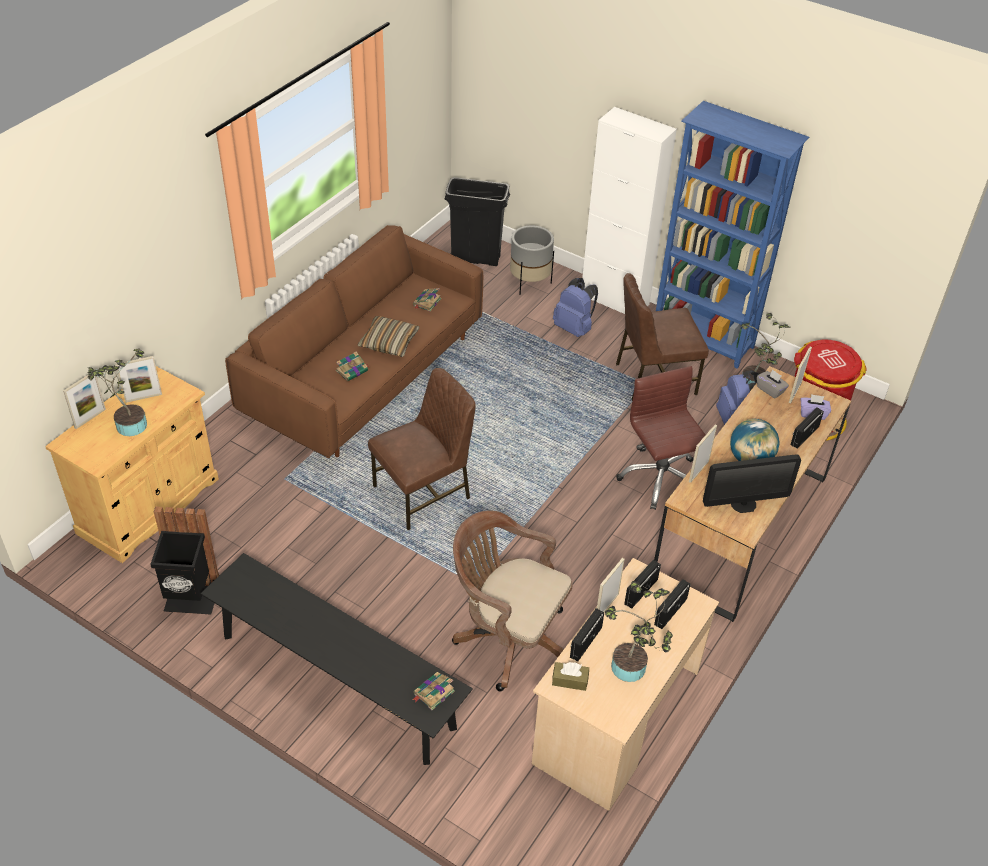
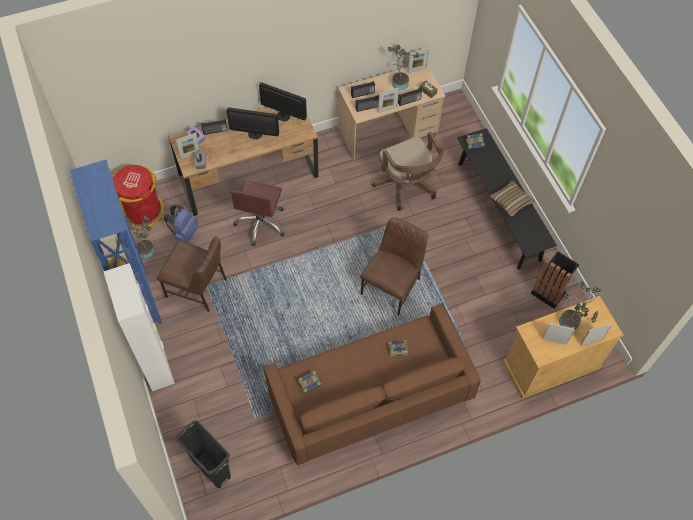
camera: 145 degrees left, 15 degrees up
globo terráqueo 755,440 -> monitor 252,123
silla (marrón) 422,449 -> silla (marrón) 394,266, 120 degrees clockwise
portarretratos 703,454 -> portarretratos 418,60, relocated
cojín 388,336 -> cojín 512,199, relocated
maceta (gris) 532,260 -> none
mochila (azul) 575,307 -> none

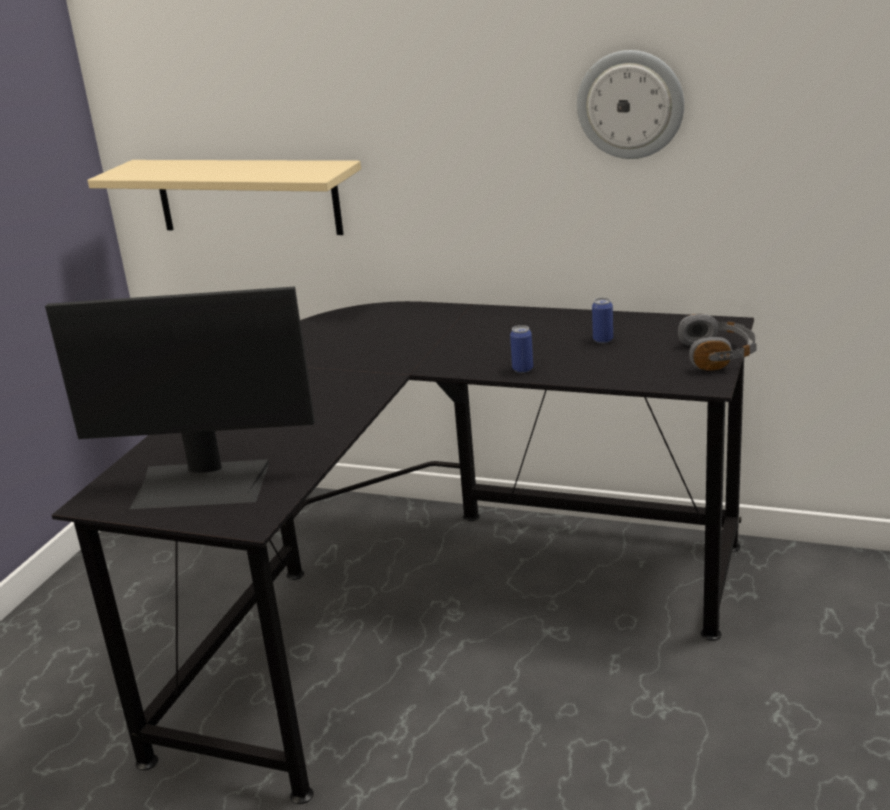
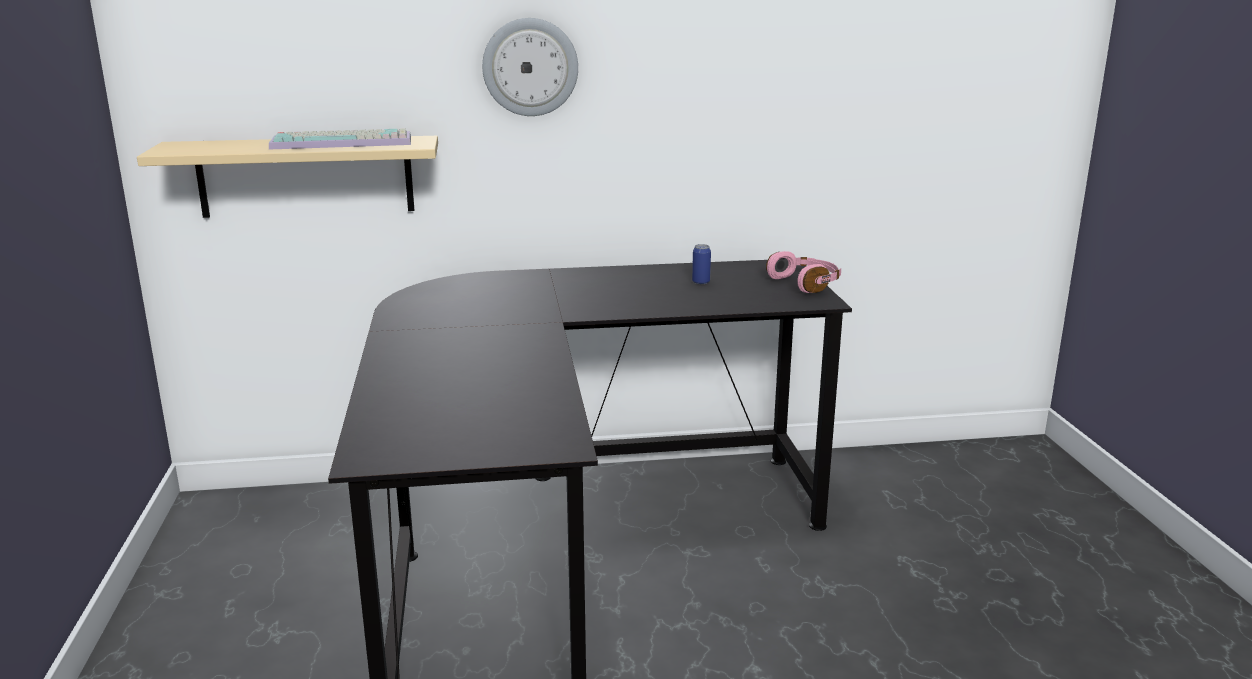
camera: 30 degrees left, 5 degrees down
none -> teclado 340,139
reloj de pared 630,104 -> reloj de pared 530,67, relocated
auriculares (gris) 717,342 -> auriculares (rosa) 803,272
monitor 180,398 -> none
lata 521,349 -> none

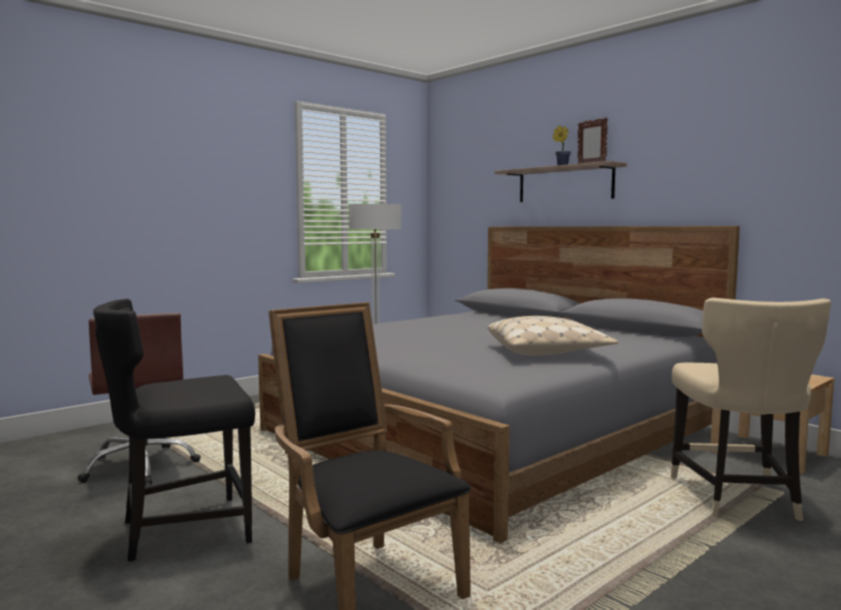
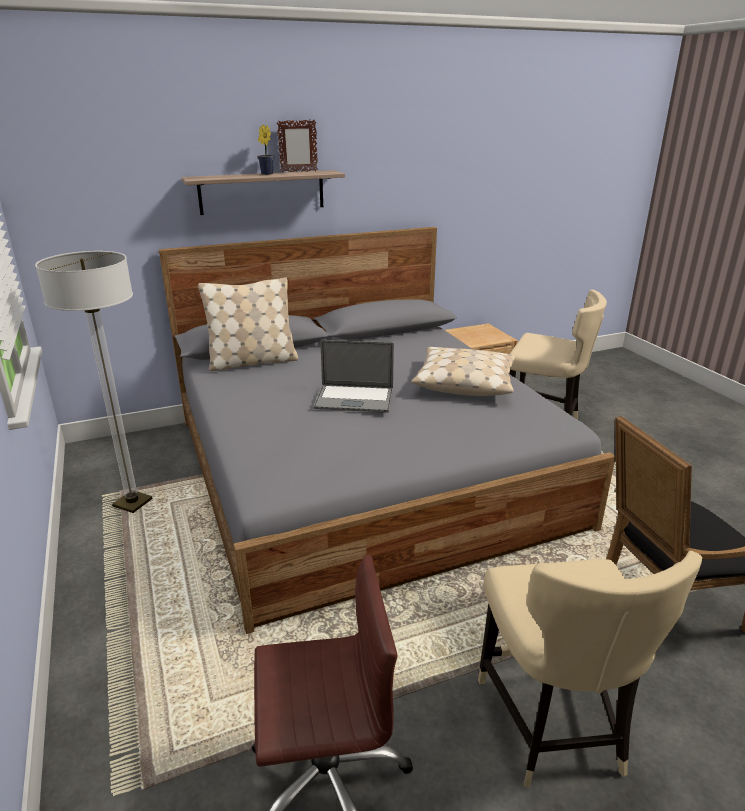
camera: 70 degrees left, 20 degrees up
none -> cojín (beis) 248,324
none -> portátil 353,376
silla (negro) 174,430 -> silla (beis) 590,669

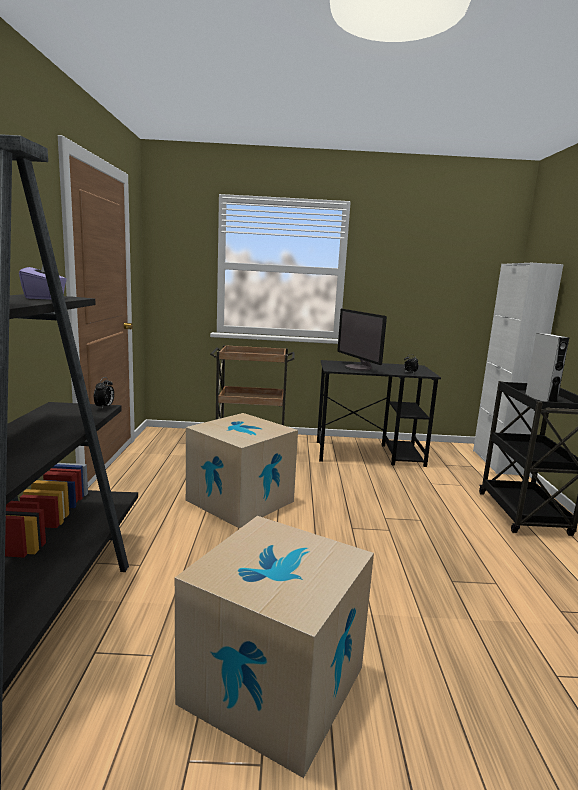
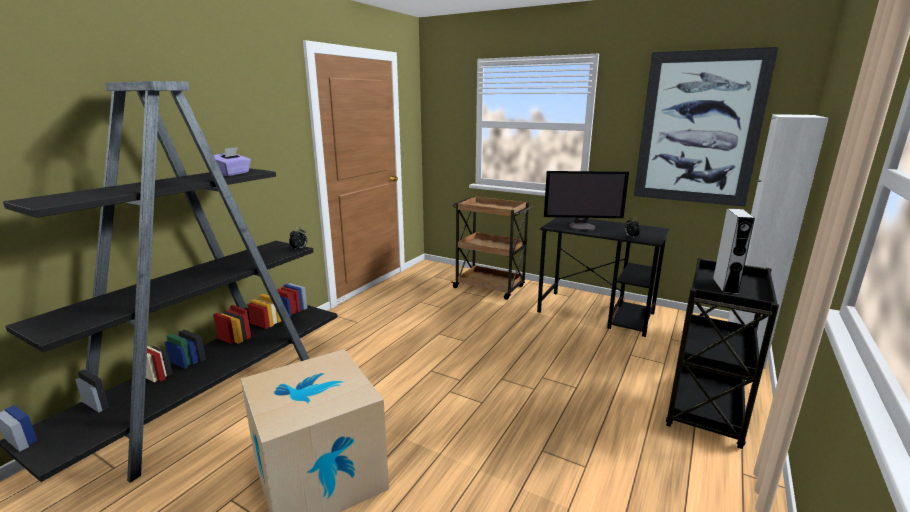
camera: 30 degrees right, 5 degrees up
monitor 362,340 -> monitor 586,201, 90 degrees counterclockwise
none -> cuadro 706,127
caja de cartón 242,470 -> none

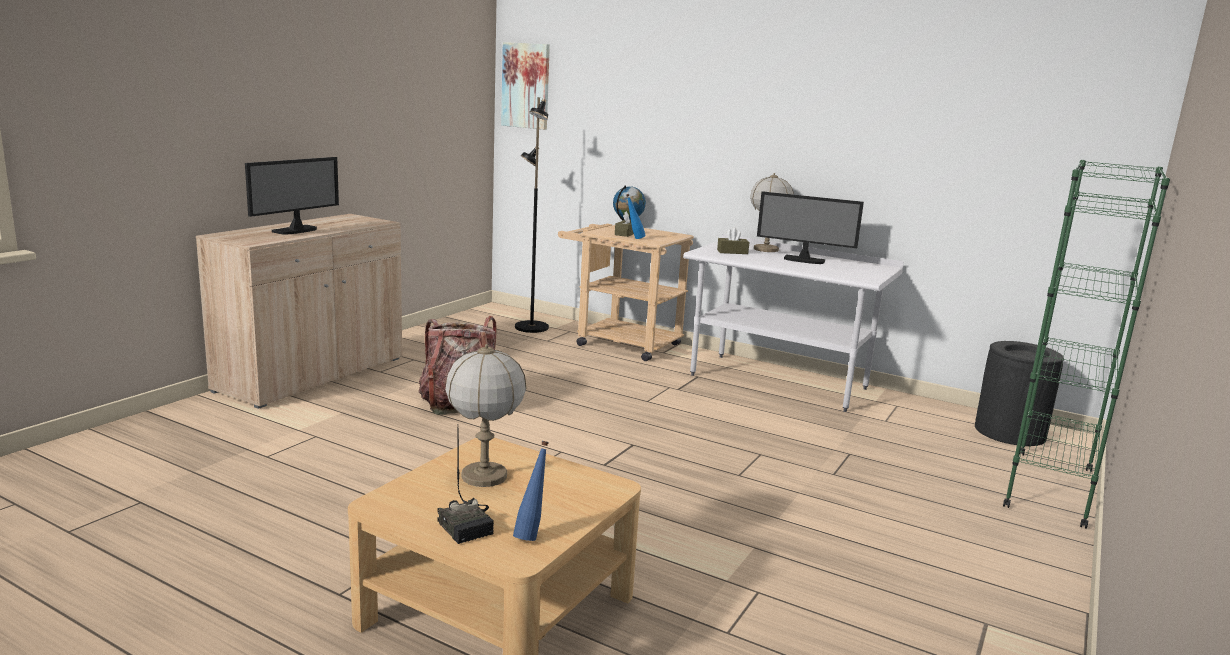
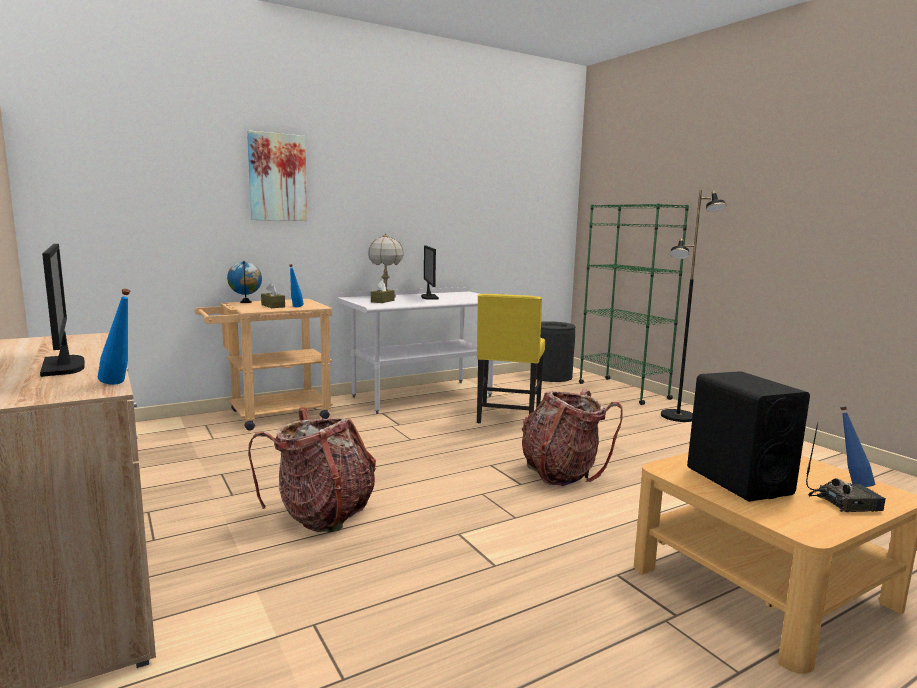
camera: 60 degrees left, 5 degrees down
none -> botella (azul) 114,337
cuadro 525,86 -> cuadro 277,175, relocated
monitor 810,227 -> monitor 430,272, 120 degrees clockwise
none -> silla (amarillo) 511,359
none -> mochila 572,437
lámpara de pie (negro) 532,215 -> lámpara de pie (negro) 694,306, relocated
lámpara de mesa 485,415 -> altavoz (negro) 748,436

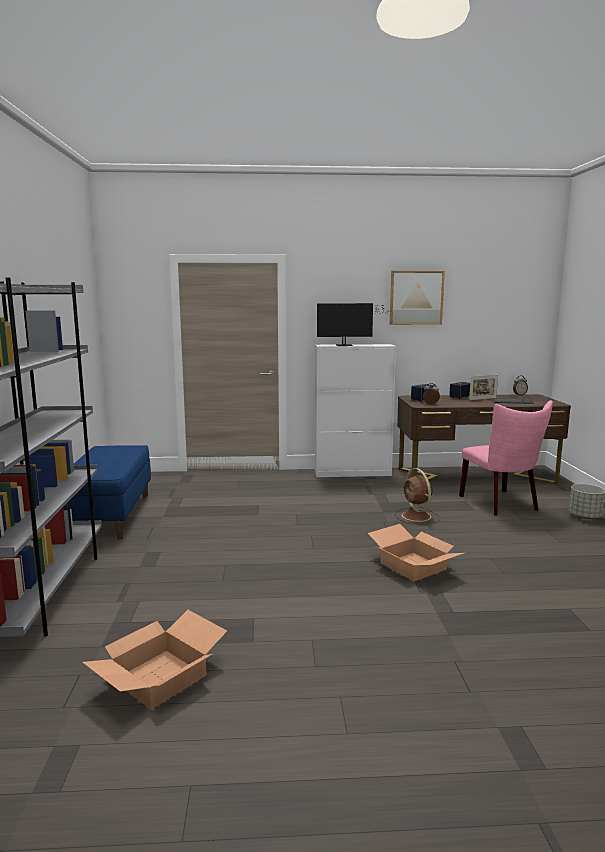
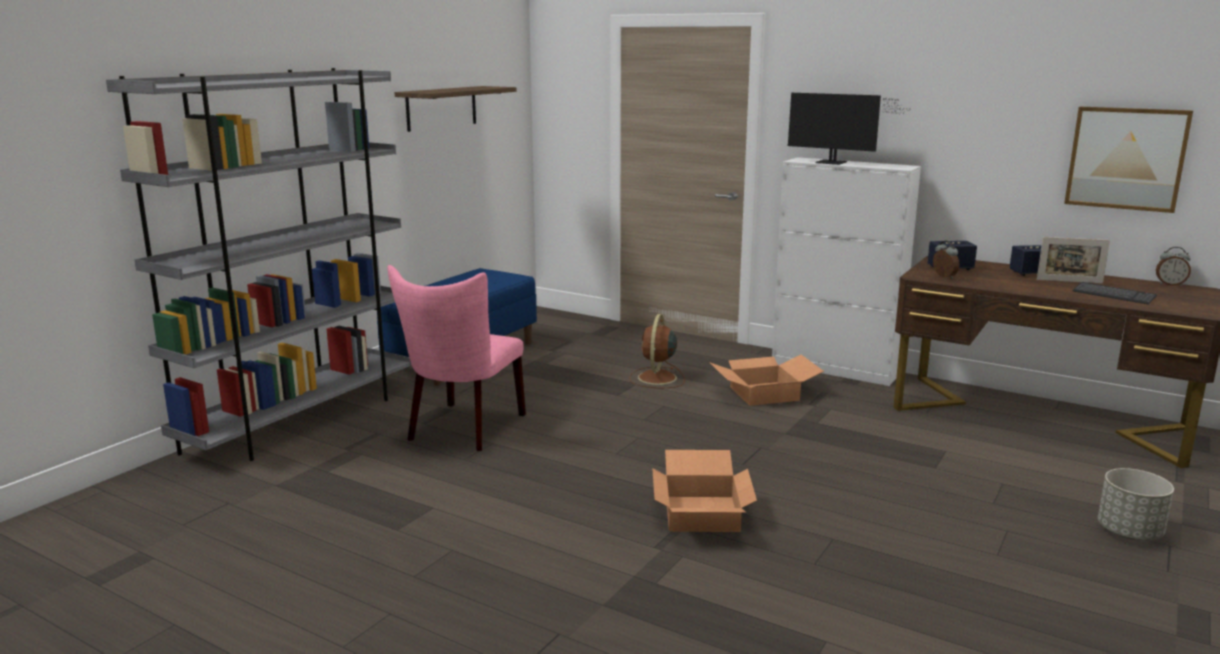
camera: 35 degrees right, 5 degrees up
silla (rosa) 506,458 -> silla (rosa) 457,358, relocated
none -> estante 456,109
ventilador (marrón) 417,496 -> ventilador (marrón) 657,351, relocated
caja de cartón 154,659 -> caja de cartón 766,380, relocated
cuadro 417,298 -> cuadro 1128,160, relocated

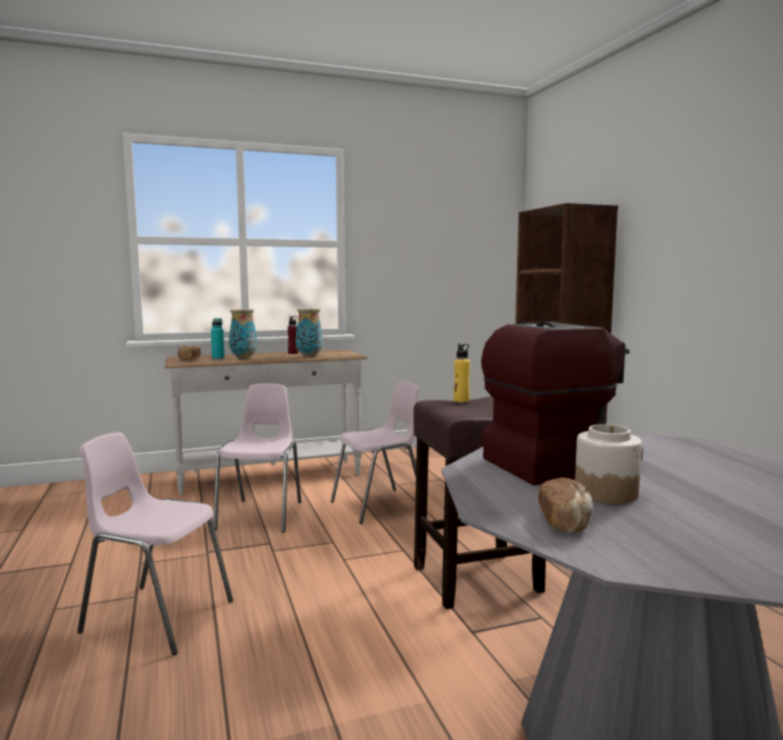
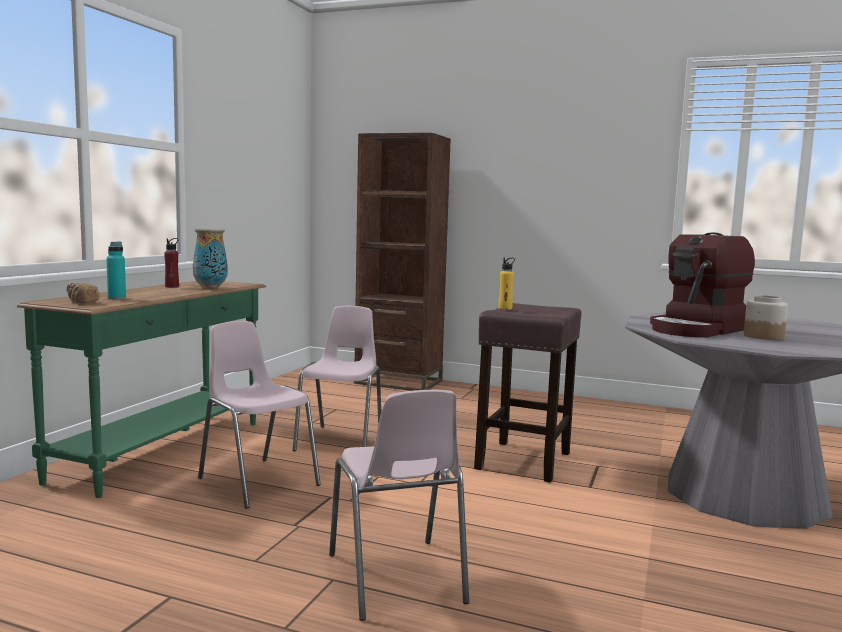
camera: 50 degrees left, 0 degrees up
mesa consola (blanco) 266,422 -> mesa consola (verde) 141,389
silla (rosa) 155,543 -> silla (rosa) 399,505, 75 degrees counterclockwise
cafetera 562,403 -> cafetera 702,285, 150 degrees counterclockwise
florero 243,334 -> none
pan 565,505 -> none

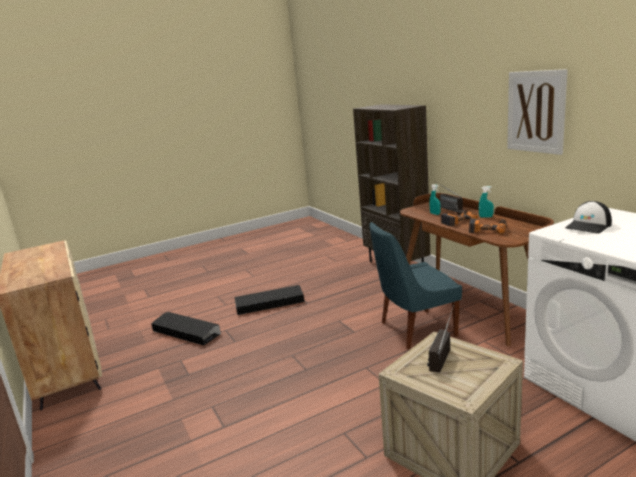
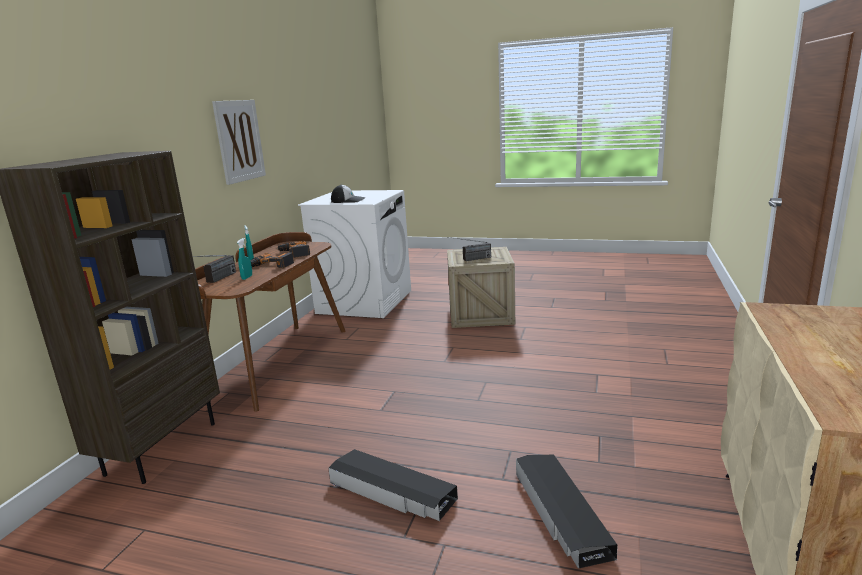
camera: 135 degrees left, 0 degrees up
silla (azul) 415,286 -> none

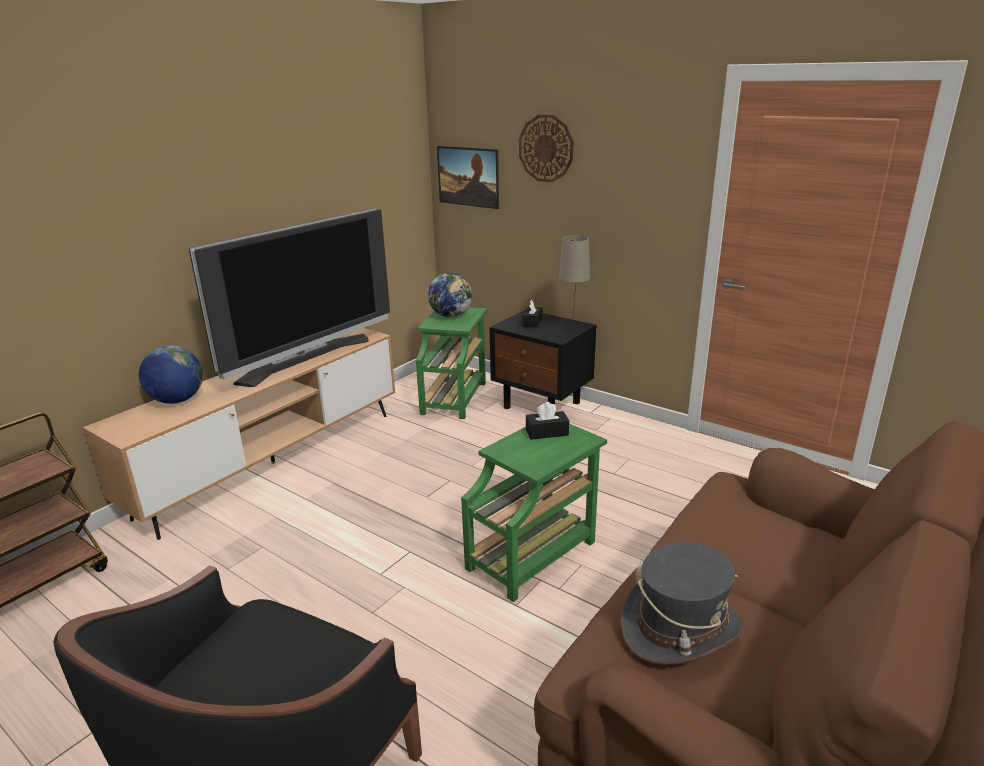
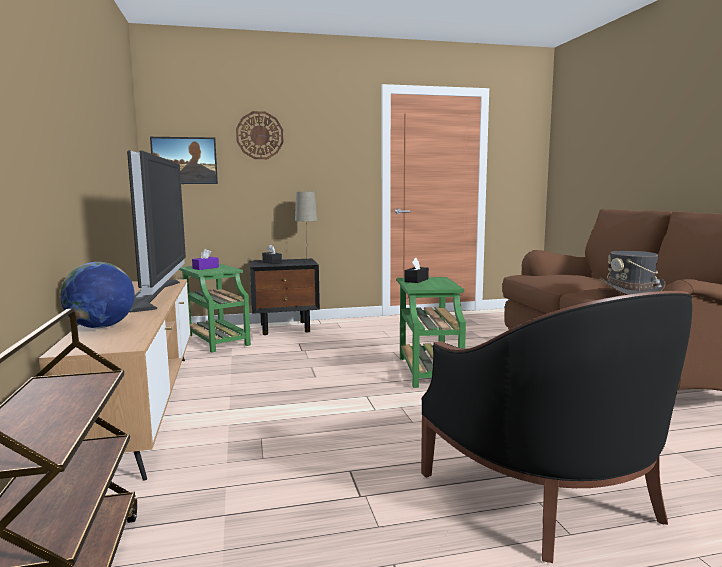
camera: 50 degrees left, 15 degrees down
globo terráqueo 450,295 -> caja de pañuelos (morado) 205,259

